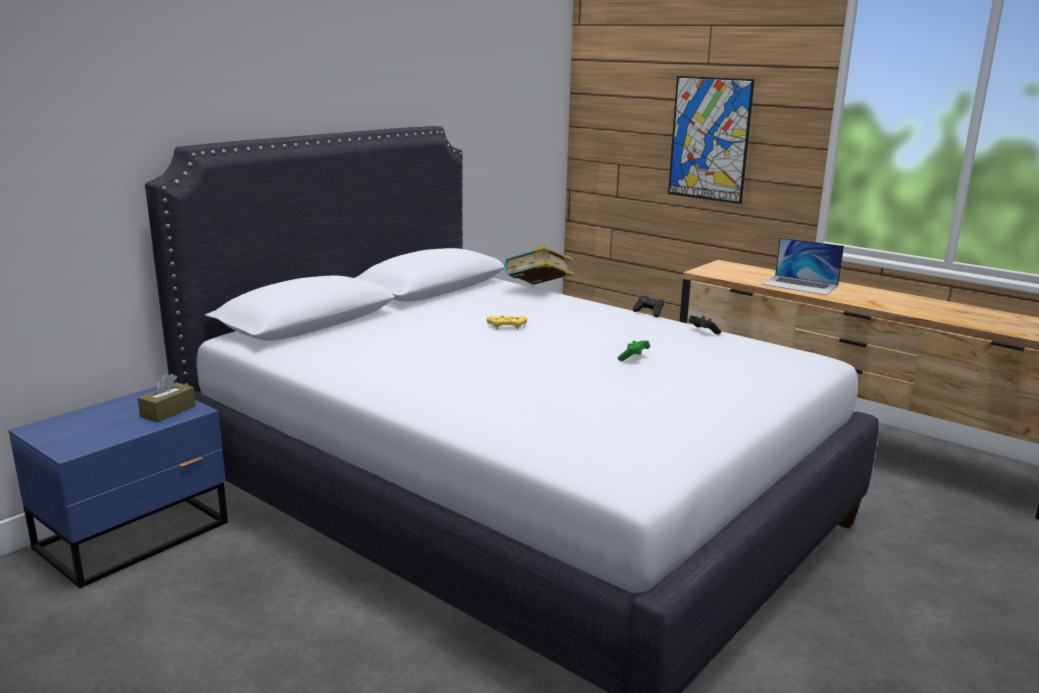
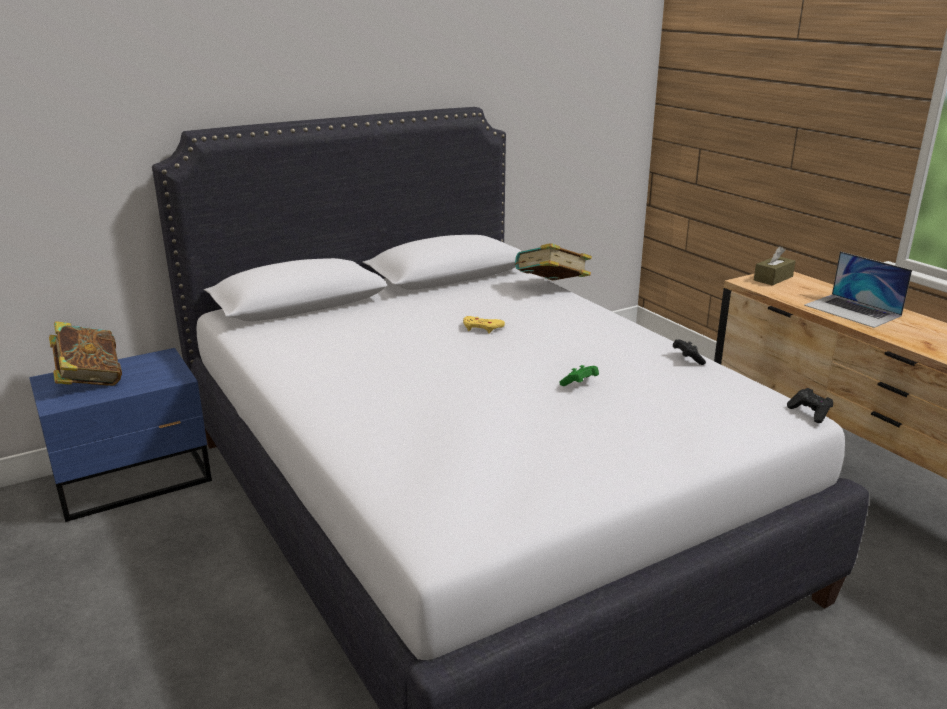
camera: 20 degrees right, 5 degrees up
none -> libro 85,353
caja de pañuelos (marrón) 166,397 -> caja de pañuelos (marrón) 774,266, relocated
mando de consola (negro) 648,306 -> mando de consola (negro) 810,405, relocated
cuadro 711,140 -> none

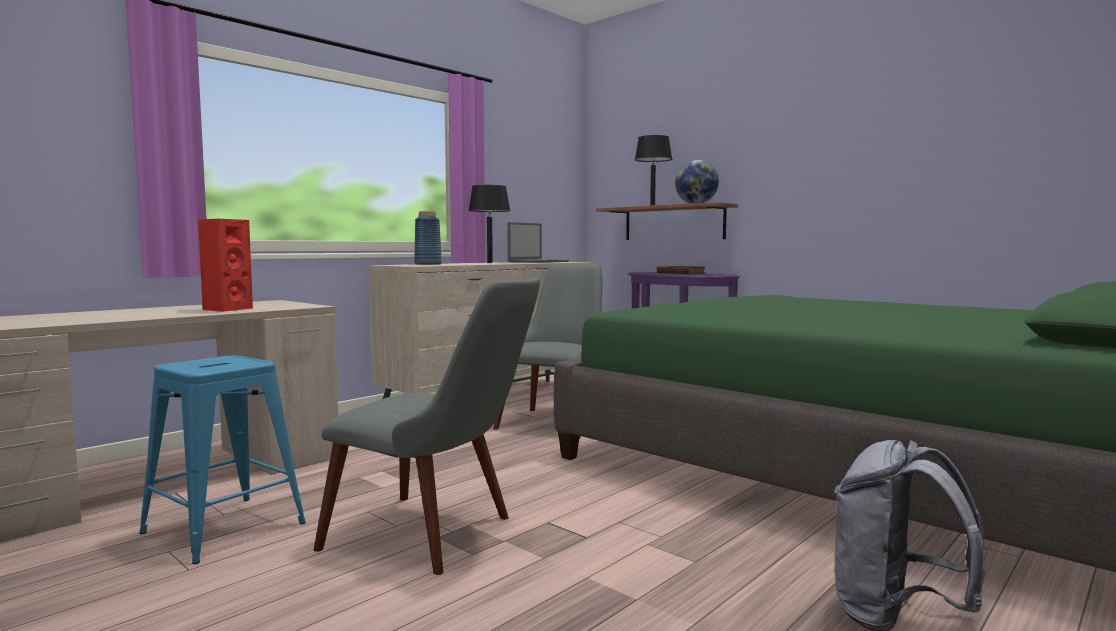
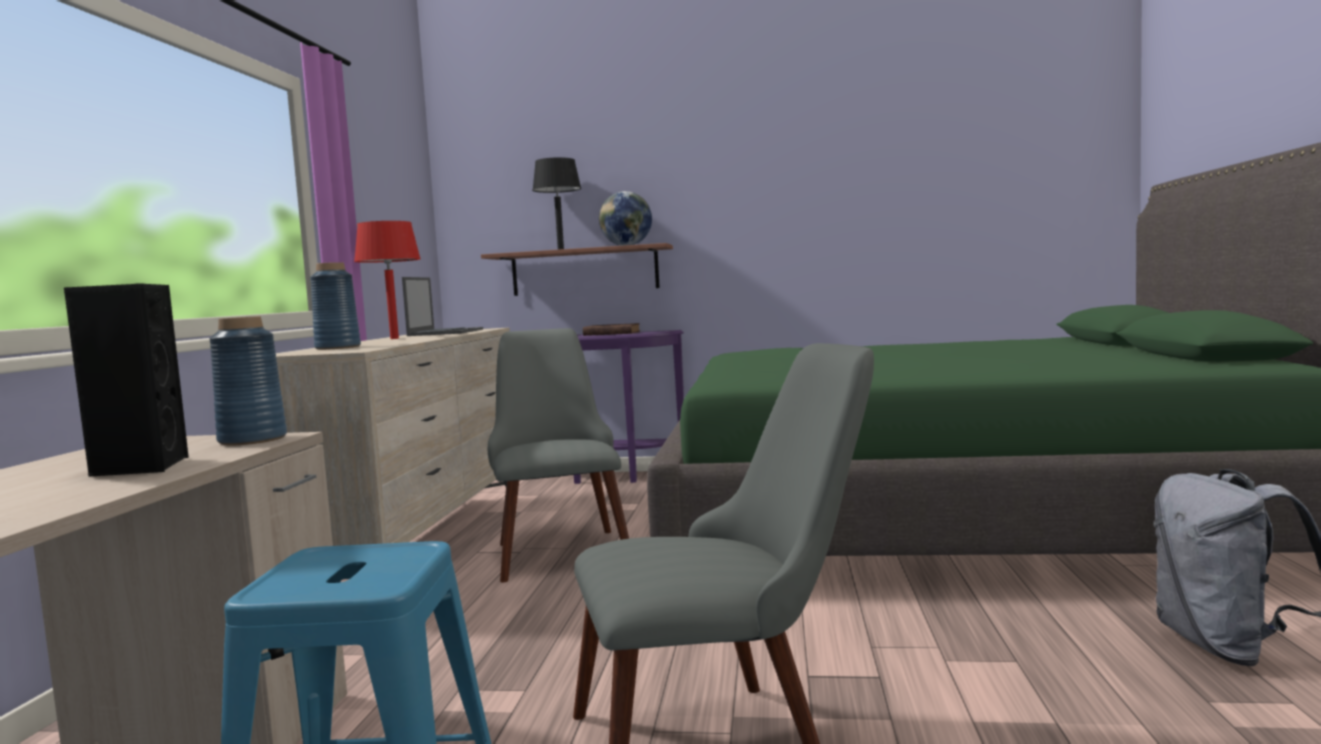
camera: 35 degrees left, 0 degrees up
altavoz (rojo) 225,265 -> altavoz (negro) 126,380
none -> florero (azul) 248,380
lámpara de mesa (negro) 489,224 -> lámpara de mesa (rojo) 387,280

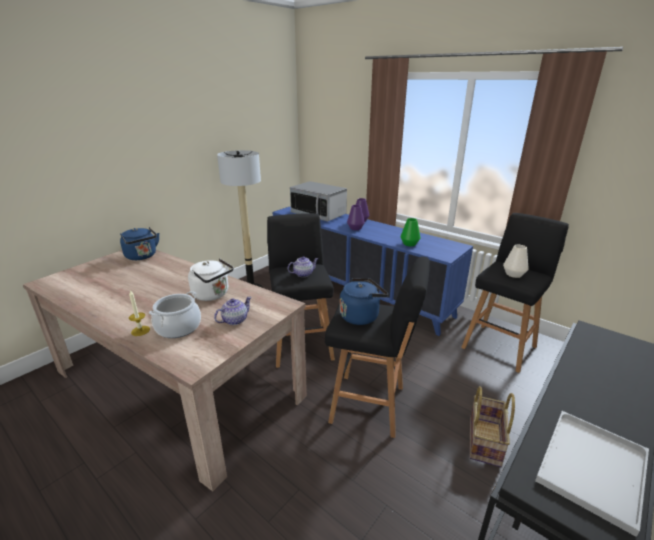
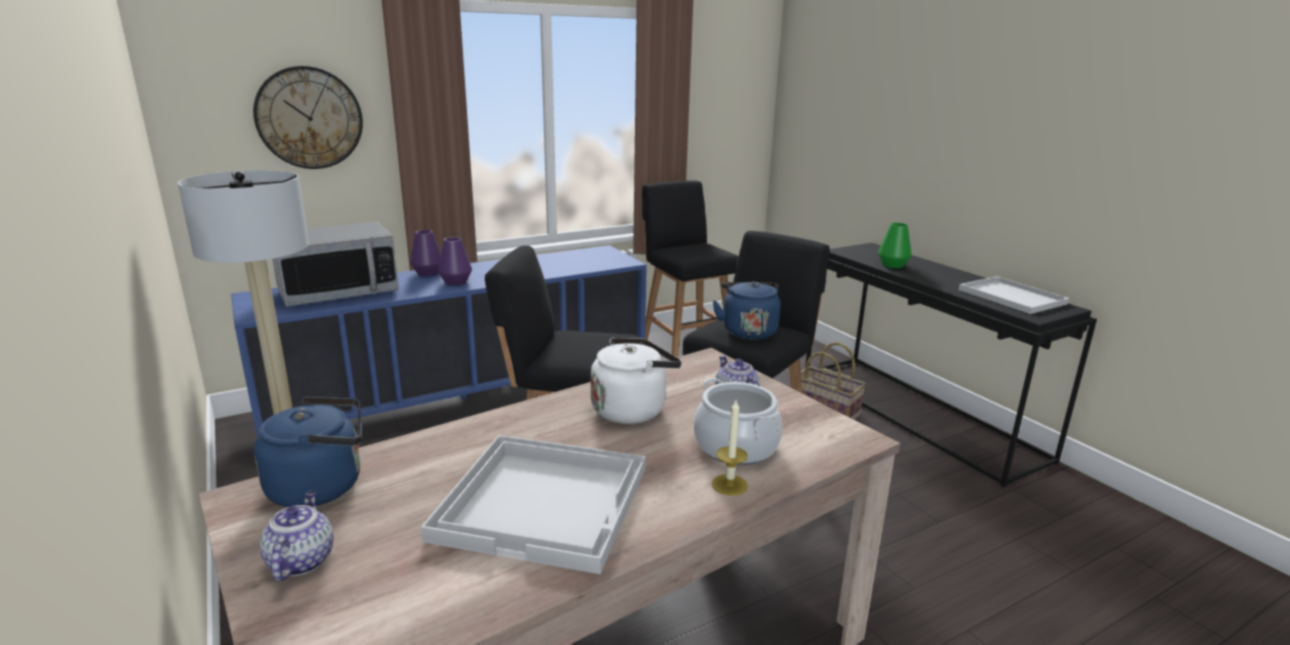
camera: 70 degrees left, 5 degrees down
none -> reloj de pared 308,117
tetera 303,266 -> tetera 297,536, relocated
none -> bandeja (blanco) 533,504
florero (verde) 410,232 -> florero (verde) 895,245, relocated
florero (blanco) 516,261 -> none

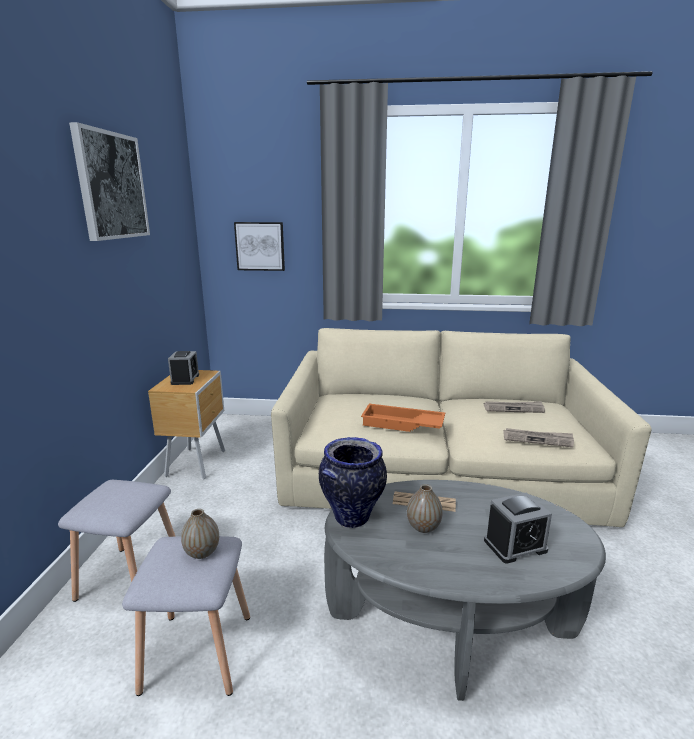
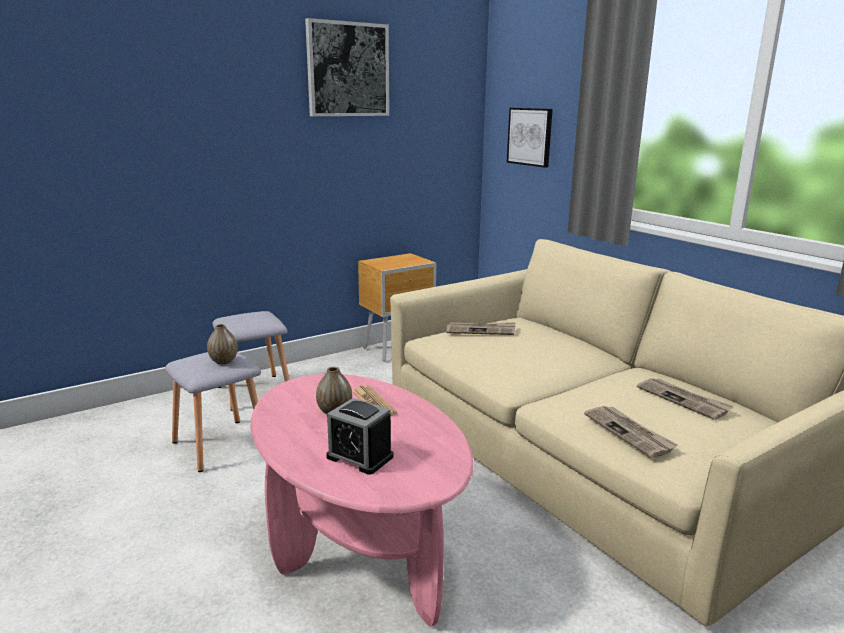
camera: 50 degrees right, 0 degrees up
mesa de centro (gris) 465,590 -> mesa de centro (rosa) 362,500
none -> periódico 480,328
despertador 183,368 -> none
florero 353,482 -> none
bandeja (naranja) 403,418 -> none

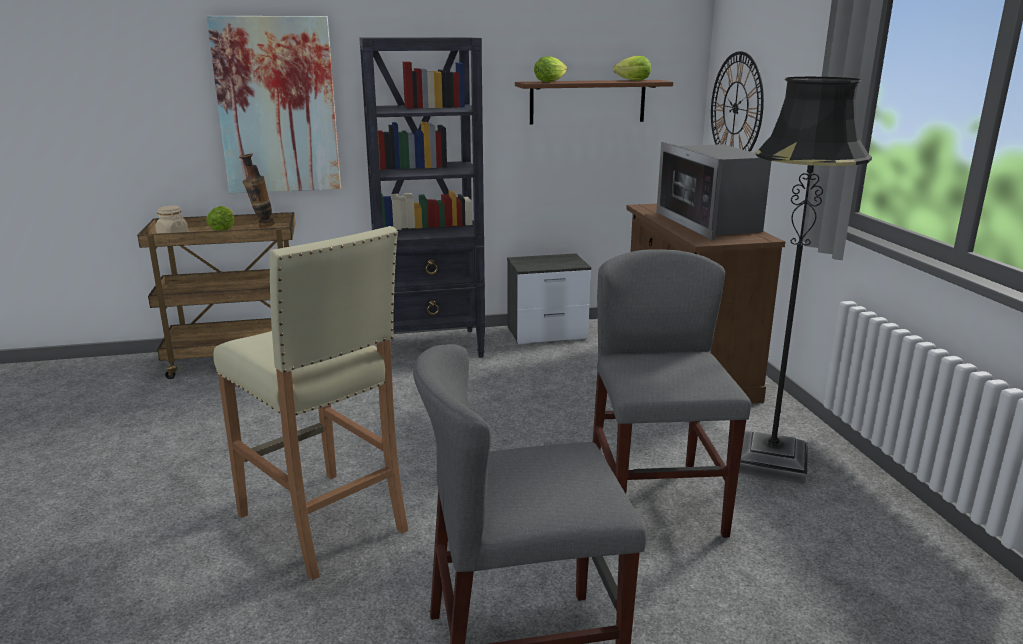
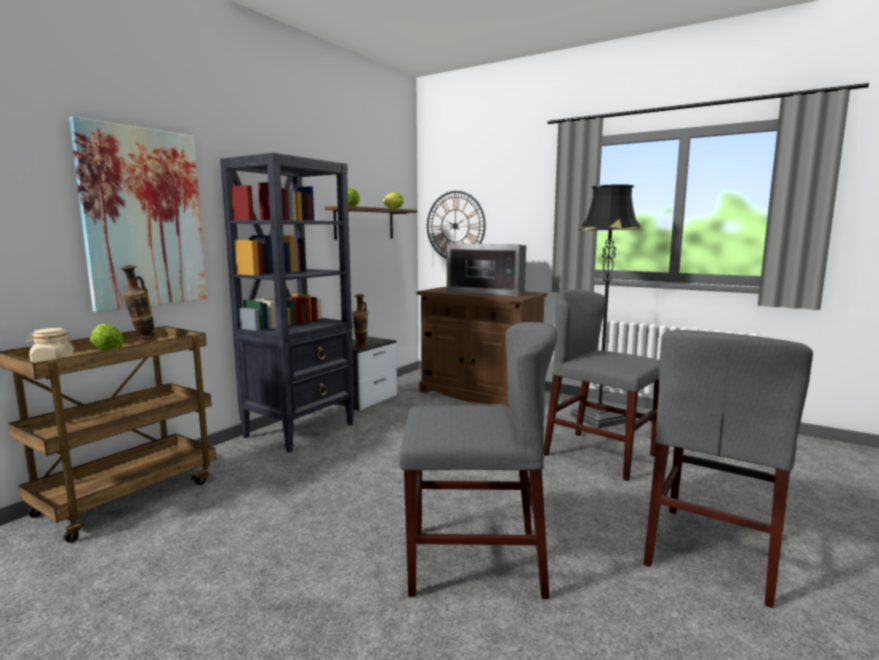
camera: 45 degrees left, 10 degrees down
none -> florero 360,321
taburete (beis) 311,403 -> silla (gris) 478,460

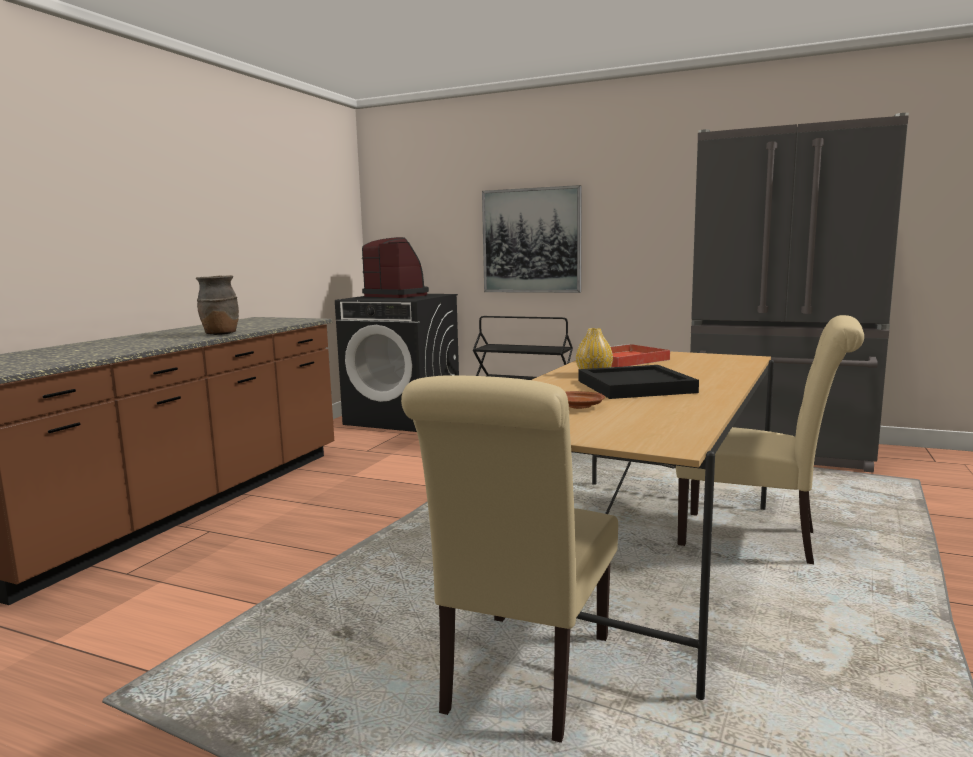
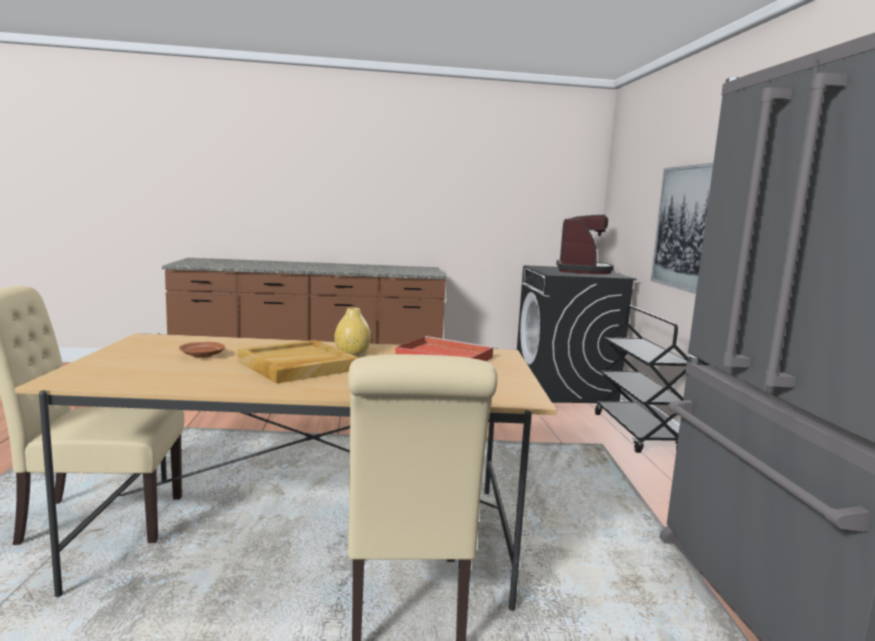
camera: 60 degrees right, 0 degrees up
bandeja (negro) 638,382 -> bandeja (beis) 298,362
florero (marrón) 217,305 -> none

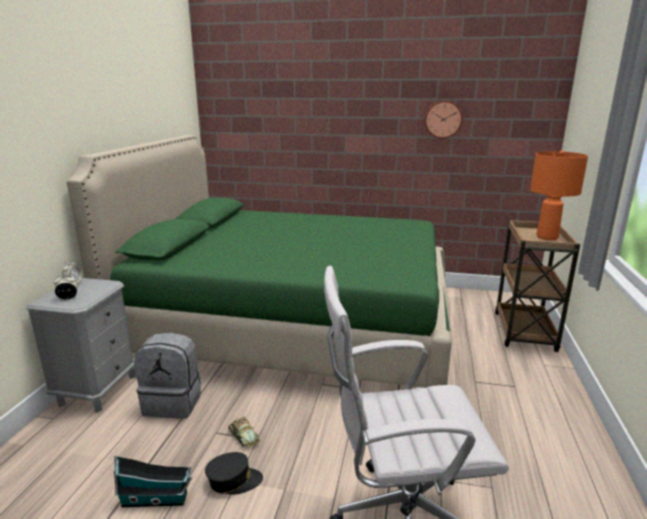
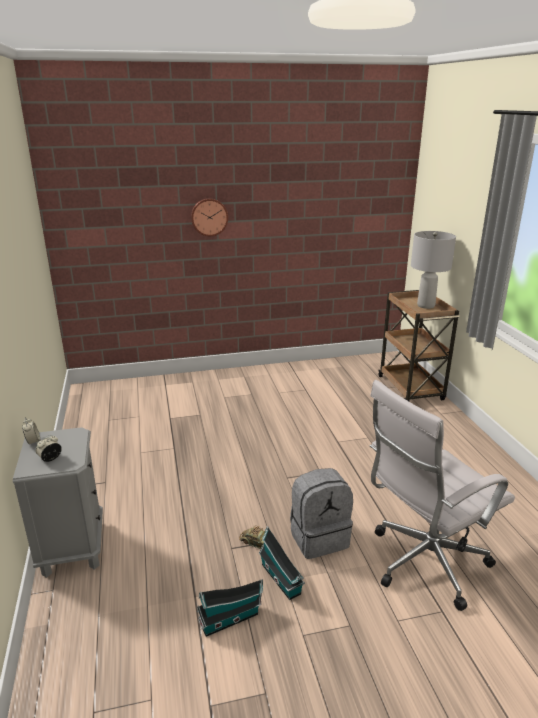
camera: 25 degrees left, 5 degrees up
reloj de pared 444,119 -> reloj de pared 209,217, relocated
gorra (negro) 234,473 -> casita 282,563
mochila (gris) 167,375 -> mochila (gris) 321,513, relocated
lámpara de mesa (naranja) 559,195 -> lámpara de mesa (gris) 433,270
cama (verde) 259,261 -> none

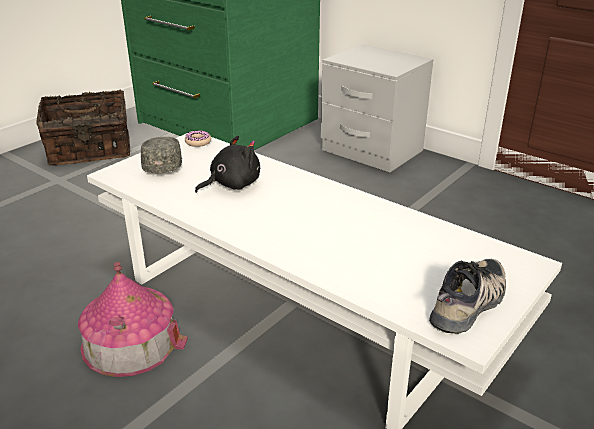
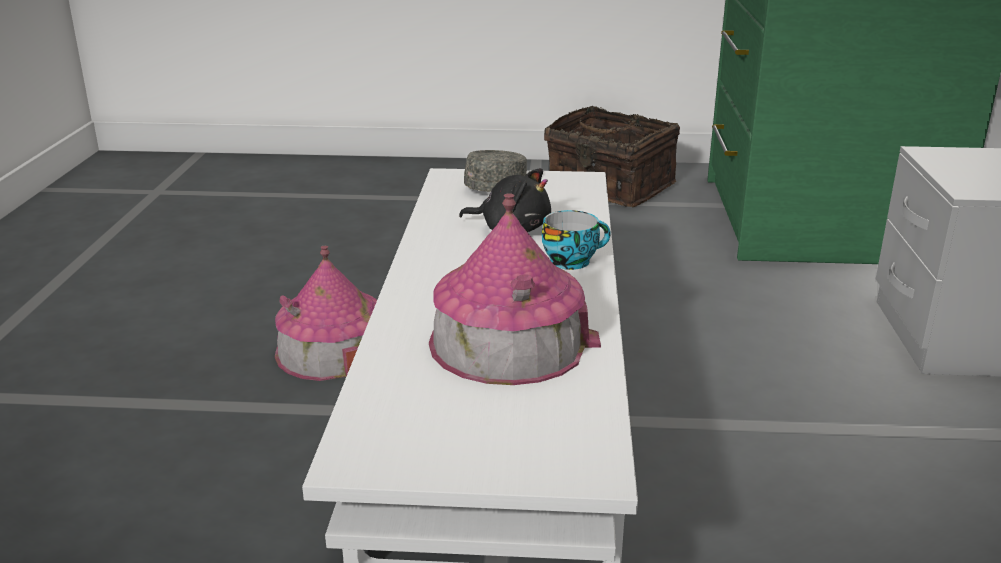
camera: 55 degrees right, 5 degrees down
none -> casita 515,289
none -> taza 576,240
rosquilla 198,138 -> none
zapato 467,296 -> none

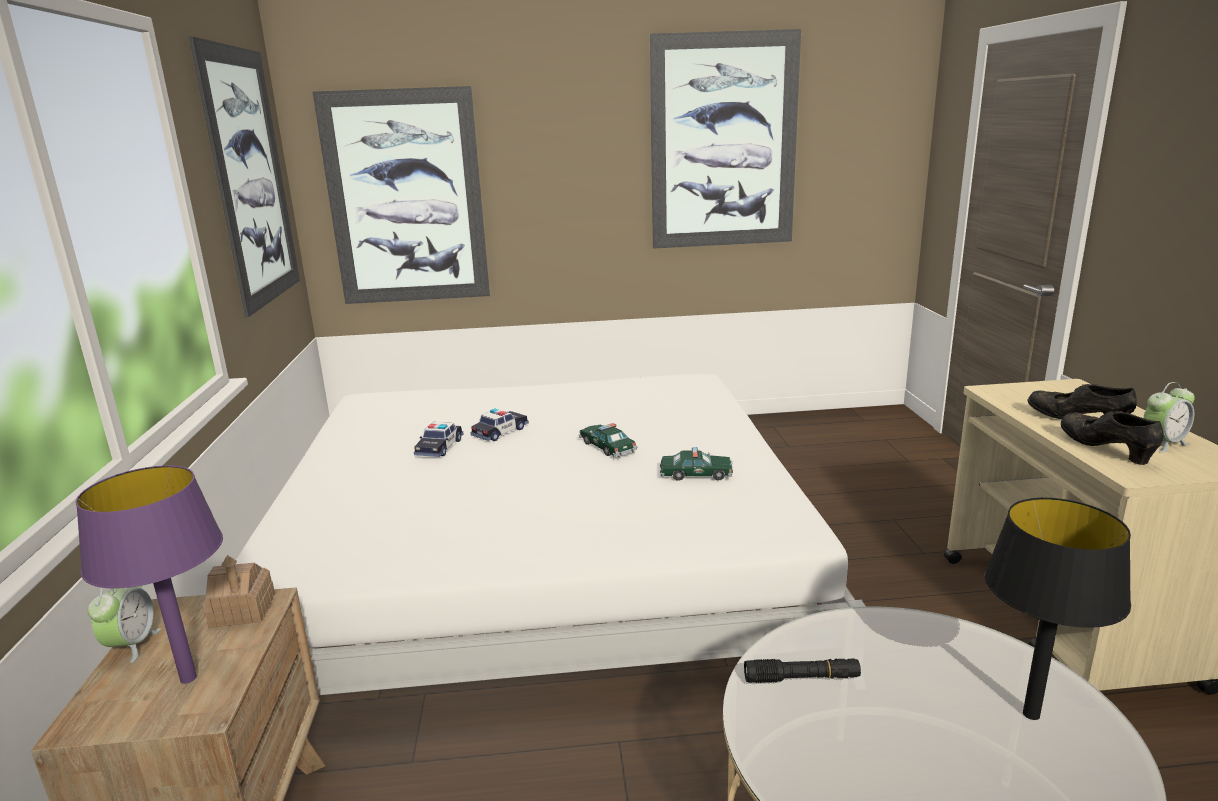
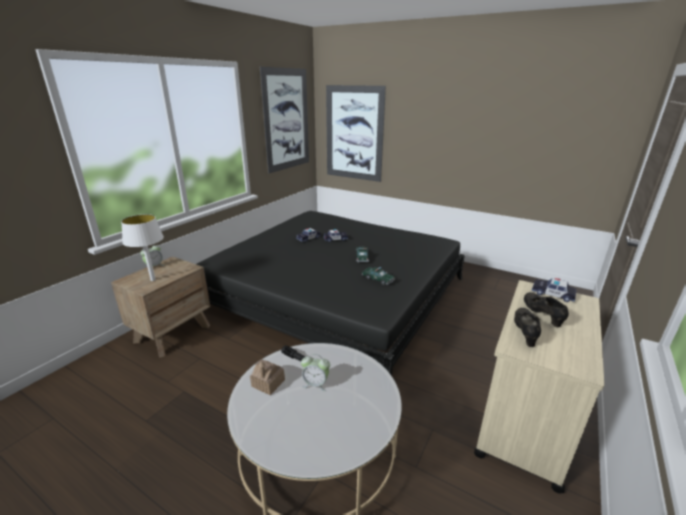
camera: 35 degrees right, 5 degrees up
lámpara de mesa (morado) 149,574 -> lámpara de mesa (blanco) 142,247
cama (blanco) 551,534 -> cama (negro) 330,293
casita 238,591 -> casita 267,377, relocated
despertador 1169,417 -> despertador 315,372, relocated
none -> coche de juguete 554,290
cuadro 725,139 -> none
lámpara de mesa (negro) 1058,609 -> none

